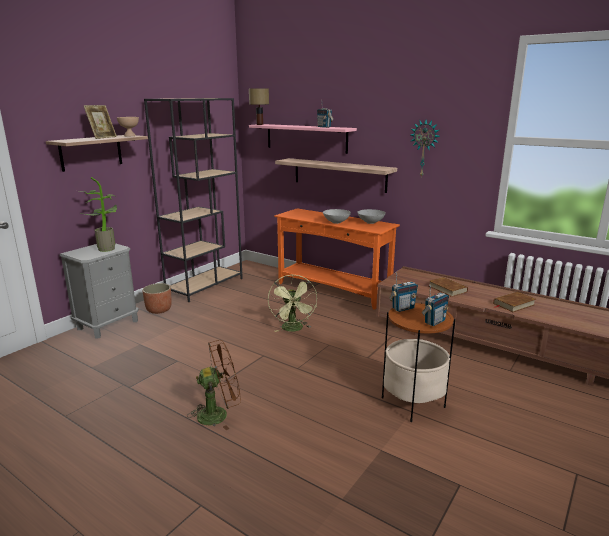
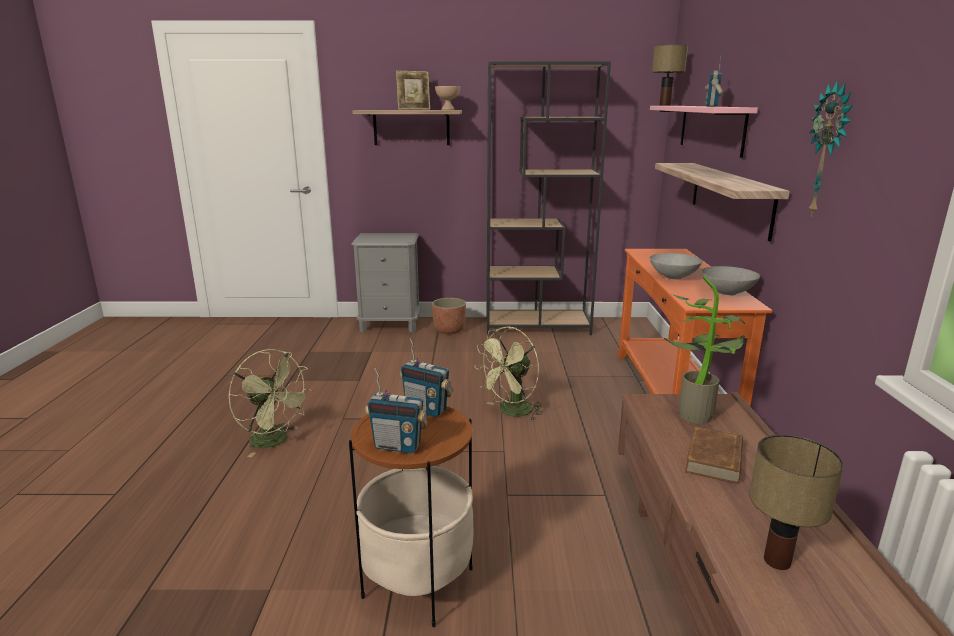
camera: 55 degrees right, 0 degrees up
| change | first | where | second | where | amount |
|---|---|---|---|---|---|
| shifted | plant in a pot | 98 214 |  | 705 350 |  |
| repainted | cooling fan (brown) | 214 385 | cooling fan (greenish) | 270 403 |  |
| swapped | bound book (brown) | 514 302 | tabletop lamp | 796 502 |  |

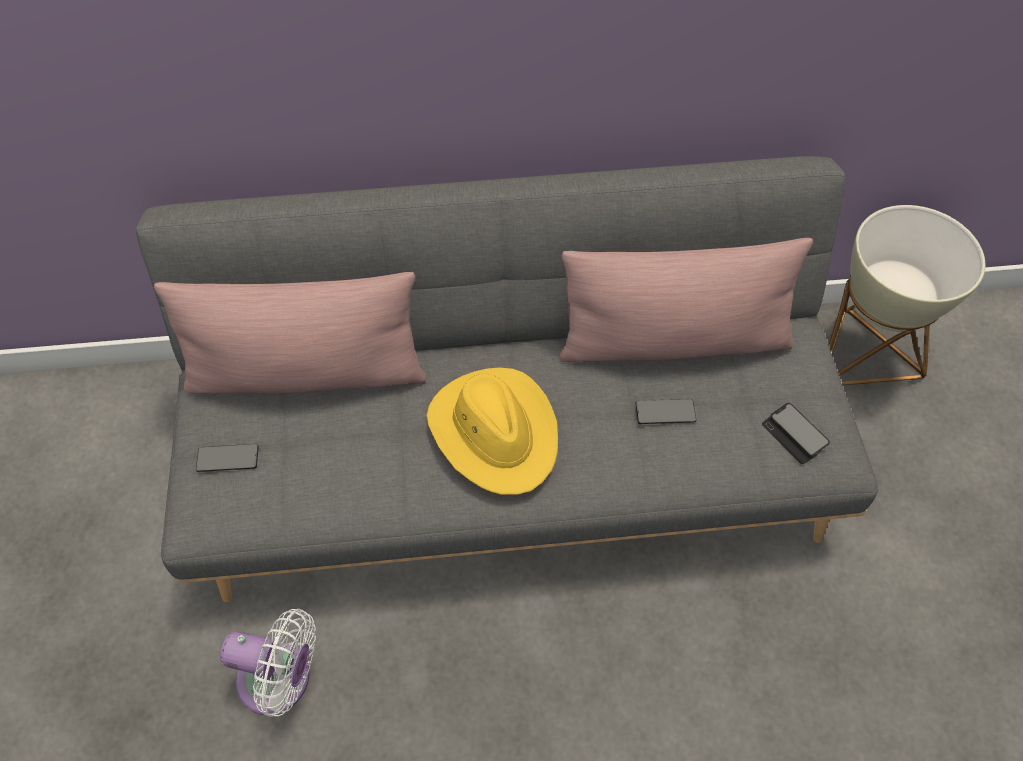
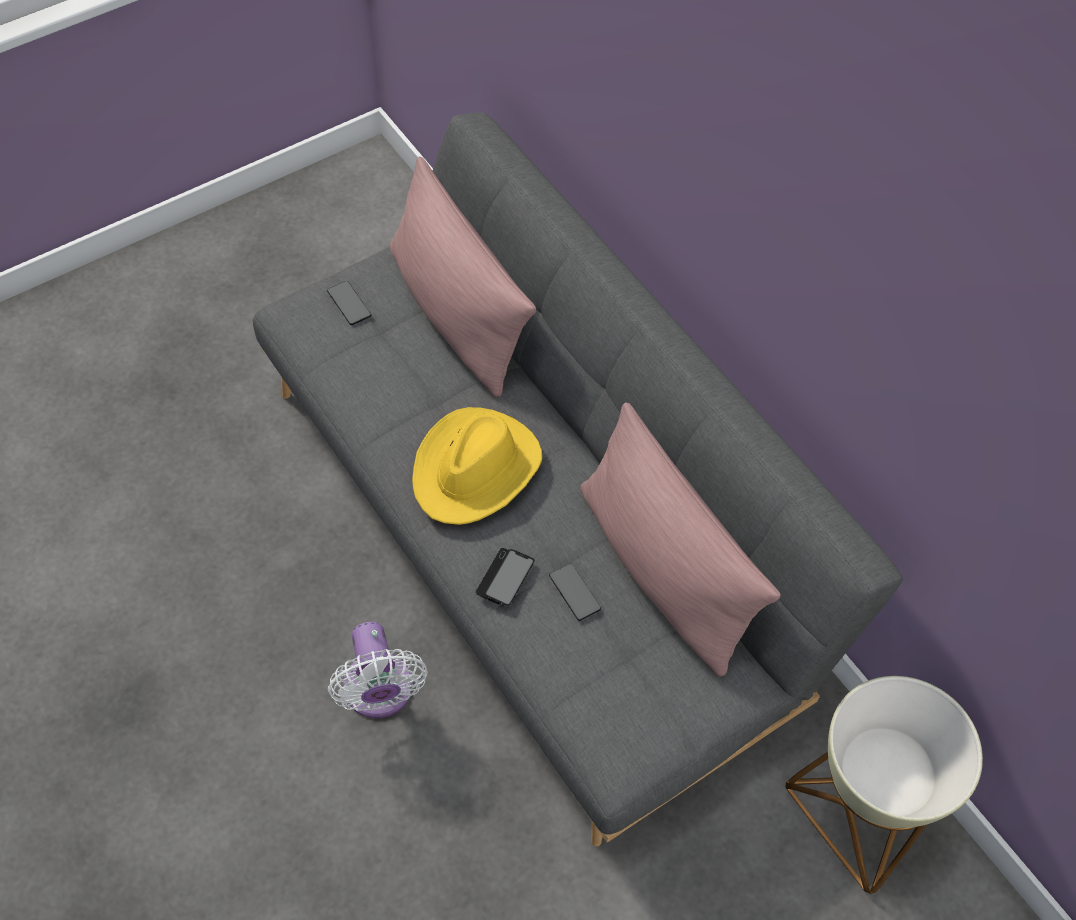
camera: 60 degrees right, 0 degrees up
| change | first | where | second | where | amount |
|---|---|---|---|---|---|
| shifted | cooling fan (whitish) | 268 663 |  | 378 670 |  |
| shifted | handset | 796 433 |  | 505 577 |  |

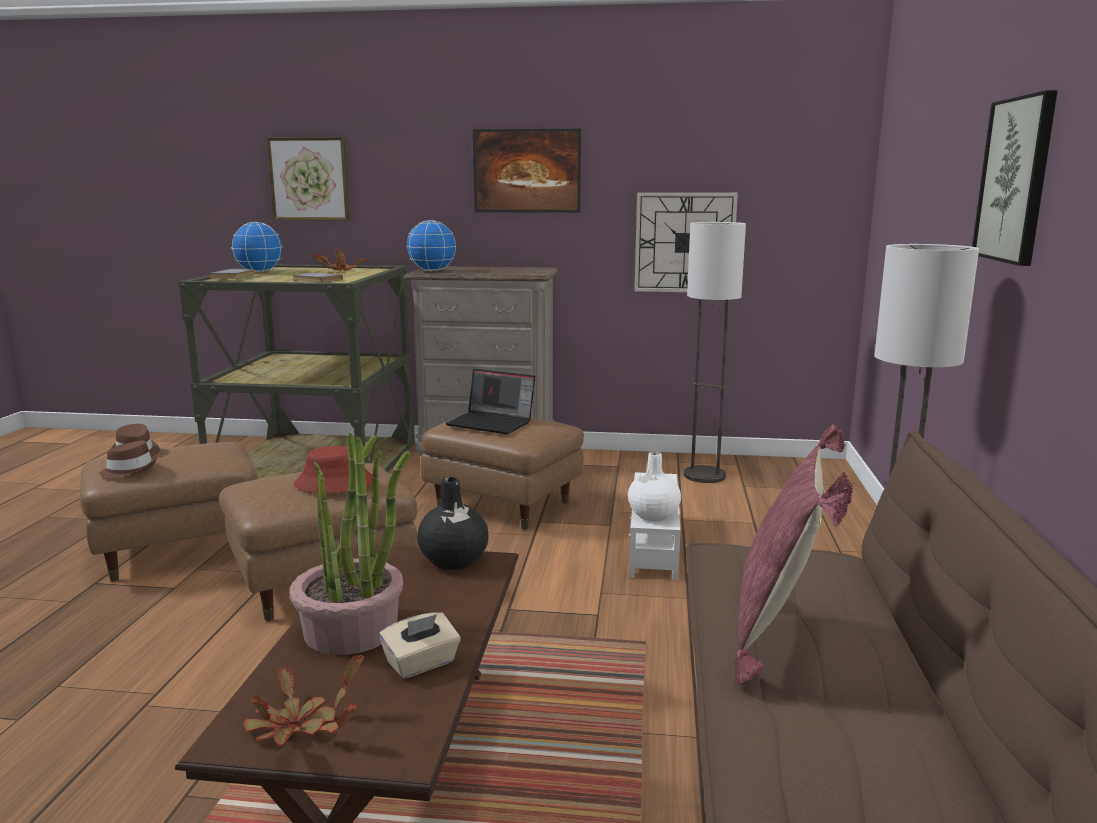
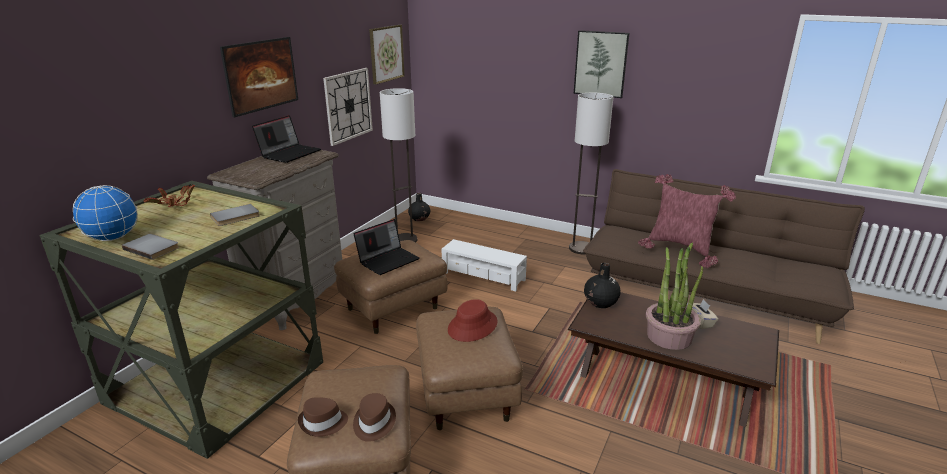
camera: 70 degrees left, 10 degrees up
| change | first | where | second | where | amount |
|---|---|---|---|---|---|
| gone | plant in a pot | 303 700 |  |  |  |
| shifted | picture | 308 178 |  | 387 55 |  |
| gone | world globe | 431 245 |  |  |  |
| gone | flower vase (whitish) | 654 486 |  |  |  |
| new |  |  | laptop | 286 139 |  |
| new |  |  | flower vase (black) | 419 207 |  |

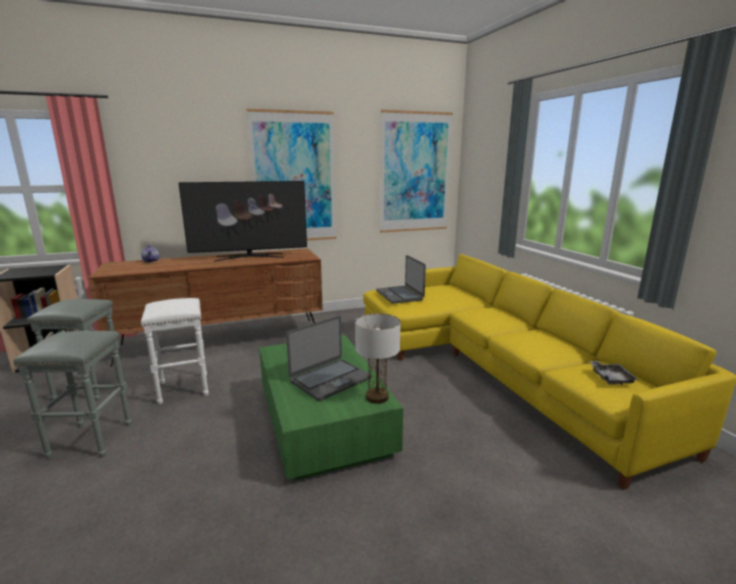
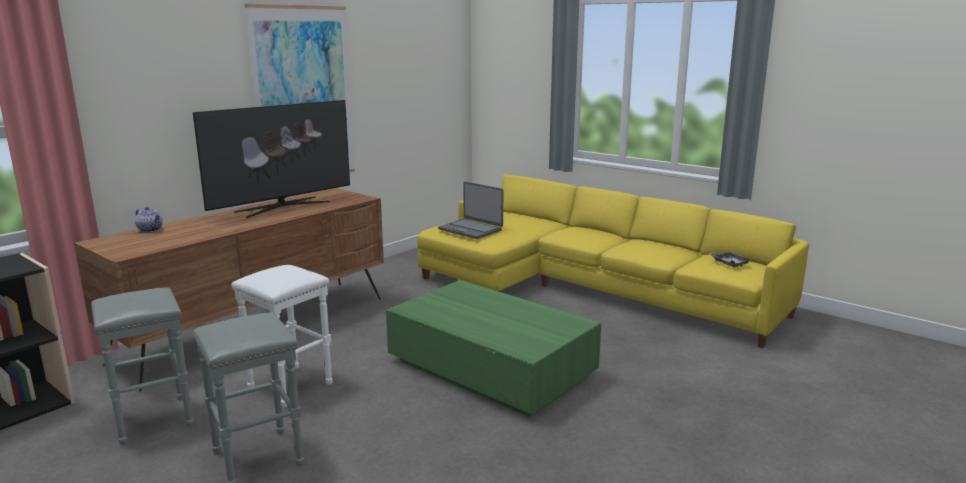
camera: 30 degrees left, 0 degrees up
| change | first | where | second | where | amount |
|---|---|---|---|---|---|
| gone | laptop | 328 358 |  |  |  |
| gone | tabletop lamp | 378 358 |  |  |  |
| gone | picture | 416 171 |  |  |  |

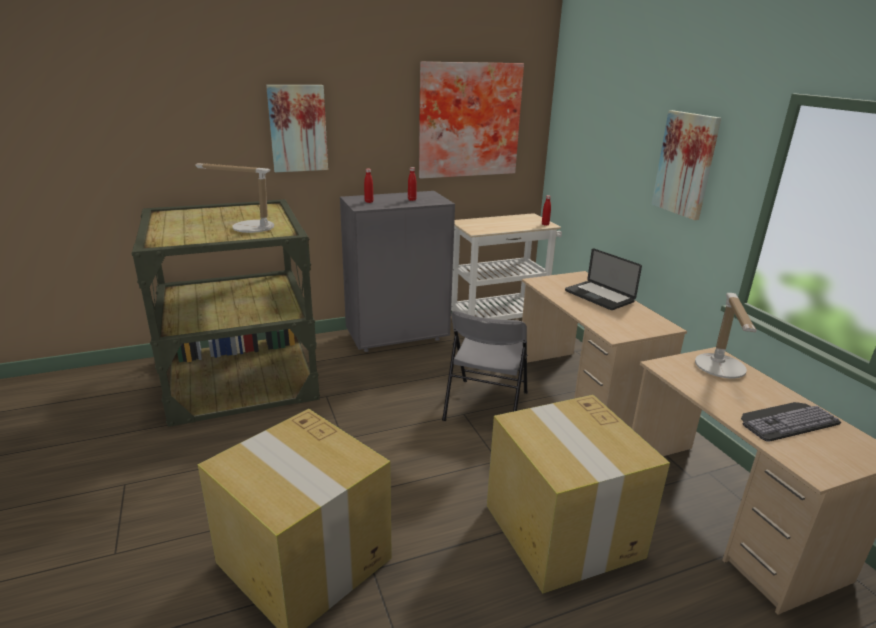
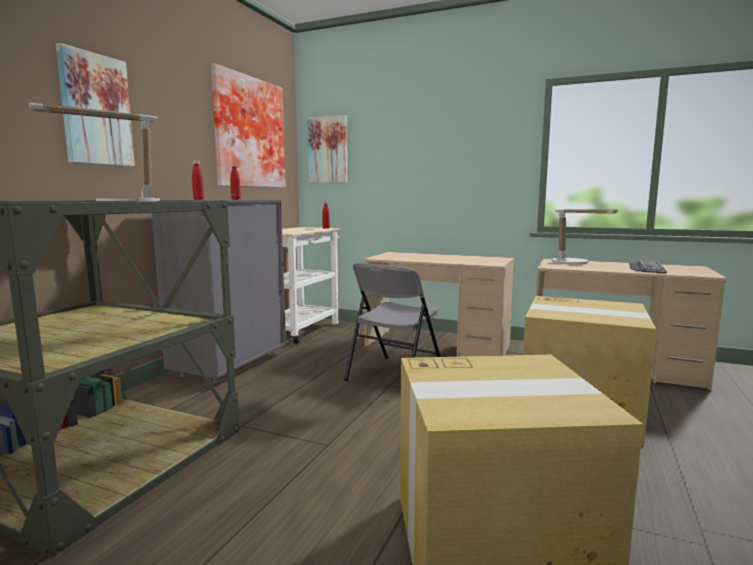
camera: 45 degrees left, 15 degrees down
| change | first | where | second | where | amount |
|---|---|---|---|---|---|
| rotated | plain chair (grey) | 485 366 |  | 392 322 | 60 degrees clockwise |
| gone | laptop | 603 279 |  |  |  |
| shifted | picture | 686 165 |  | 327 149 |  |

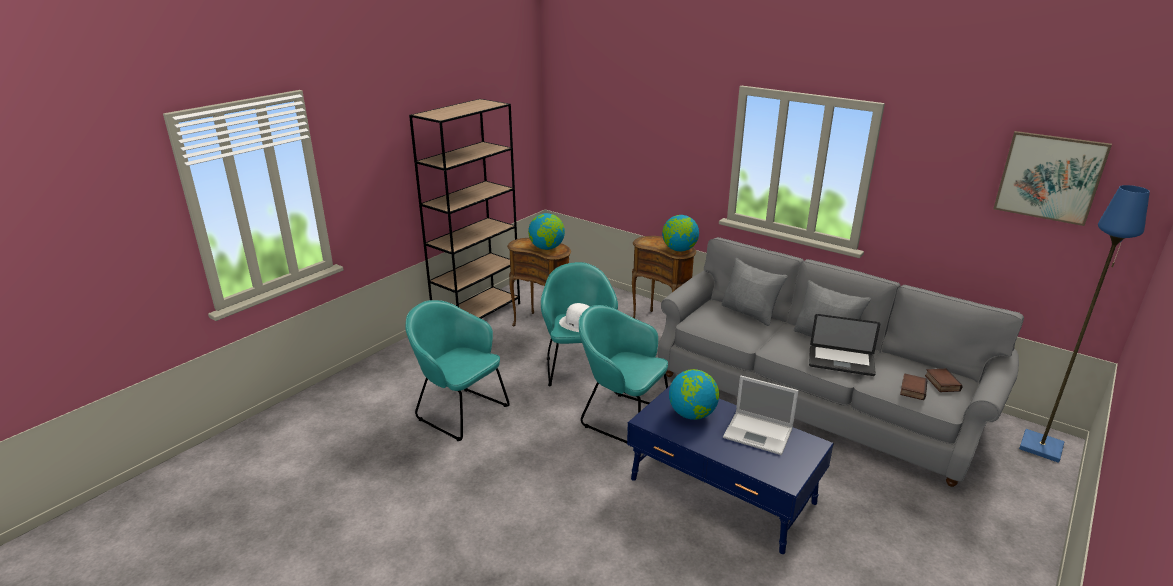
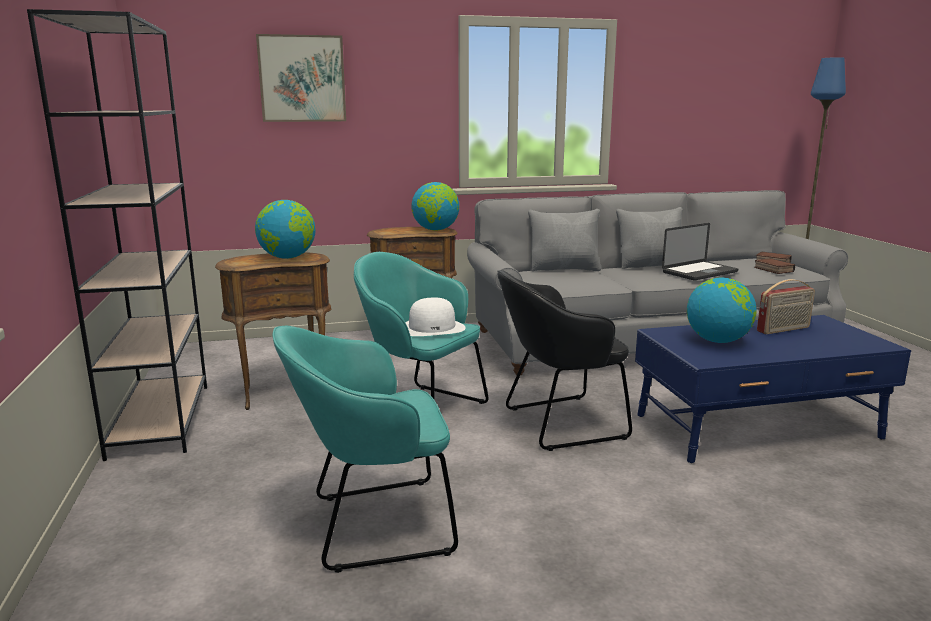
camera: 50 degrees left, 10 degrees down
| change | first | where | second | where | amount |
|---|---|---|---|---|---|
| repainted | lounge chair (turquoise-coloured) | 623 374 | lounge chair (black) | 565 360 |  |
| swapped | laptop | 761 415 | radio | 786 306 |  |
| shifted | picture | 1052 178 |  | 301 78 |  |

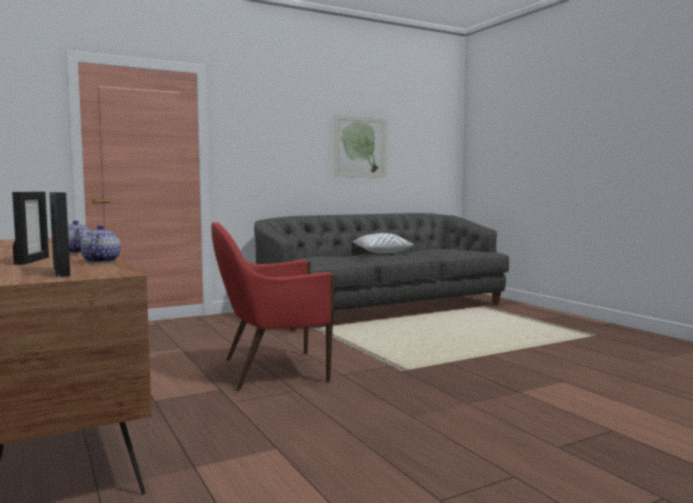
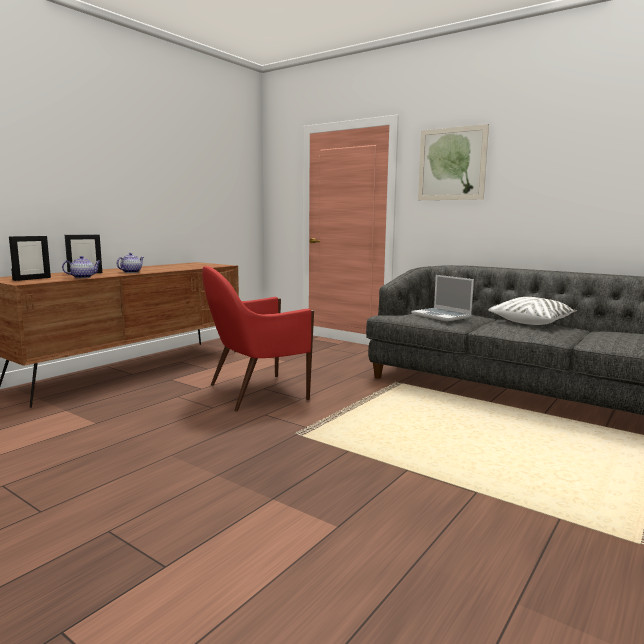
camera: 65 degrees right, 5 degrees up
| change | first | where | second | where | amount |
|---|---|---|---|---|---|
| rotated | lounge chair (reddish) | 273 306 |  | 258 339 | 75 degrees counterclockwise |
| shifted | picture | 360 146 |  | 453 162 |  |
| new |  |  | laptop | 442 298 |  |

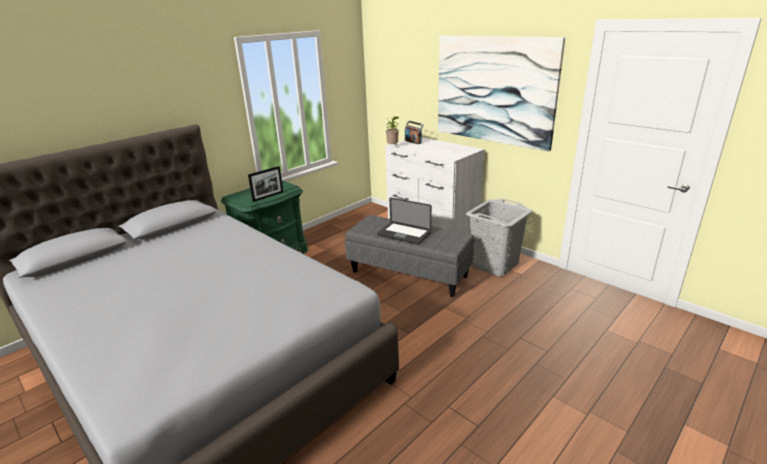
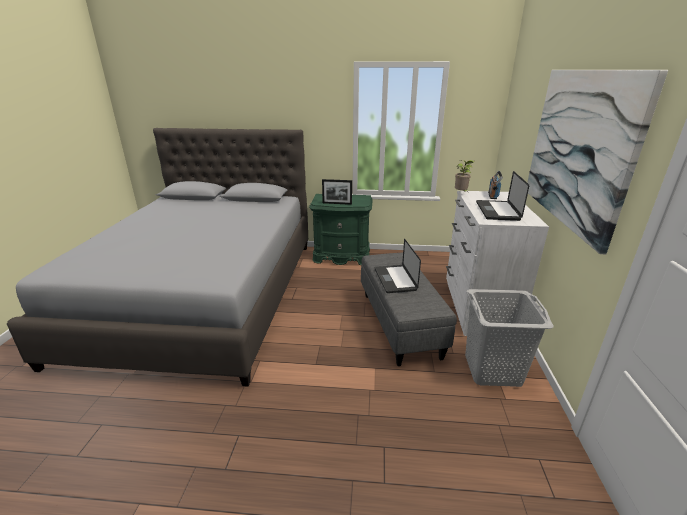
camera: 50 degrees right, 0 degrees up
| change | first | where | second | where | amount |
|---|---|---|---|---|---|
| new |  |  | laptop | 502 196 |  |

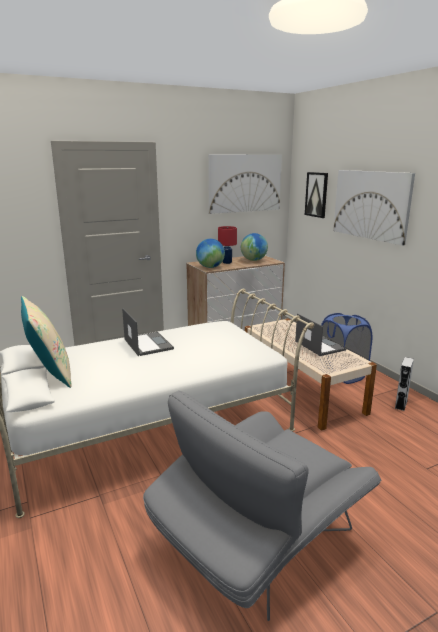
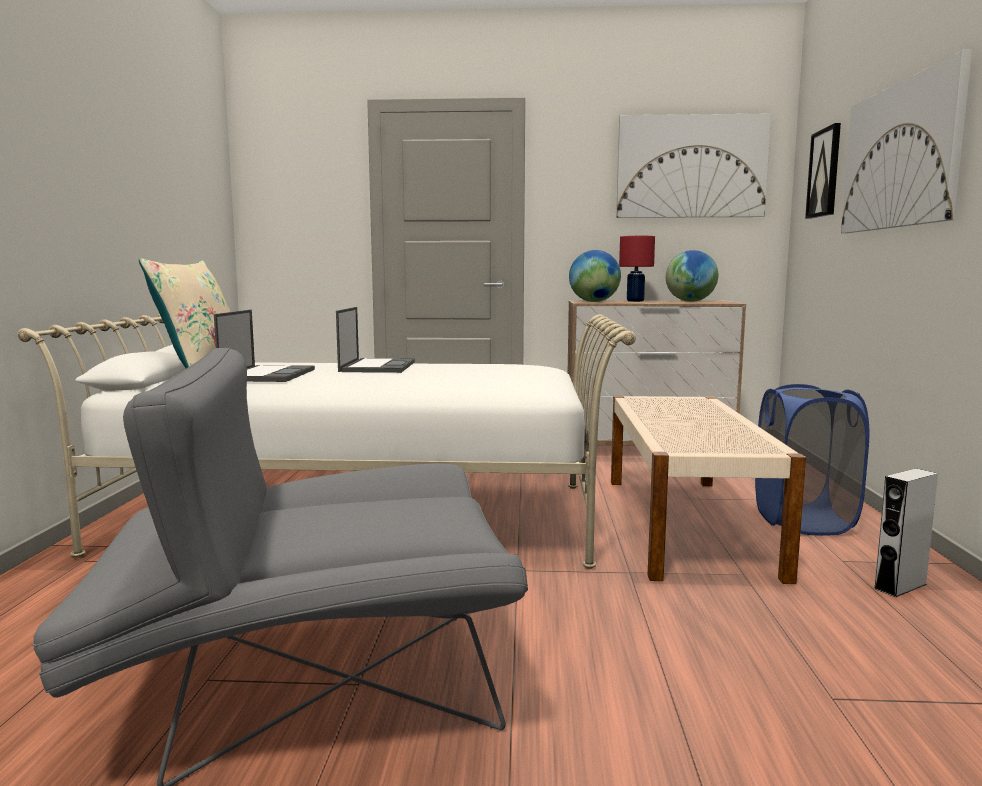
camera: 30 degrees right, 10 degrees down
| change | first | where | second | where | amount |
|---|---|---|---|---|---|
| shifted | laptop | 320 335 |  | 264 346 |  |

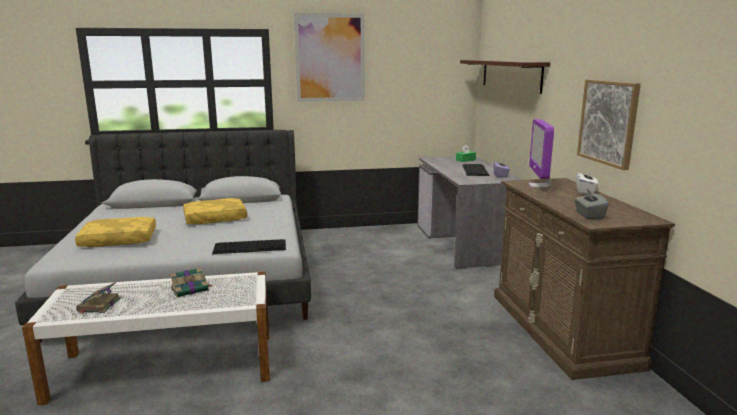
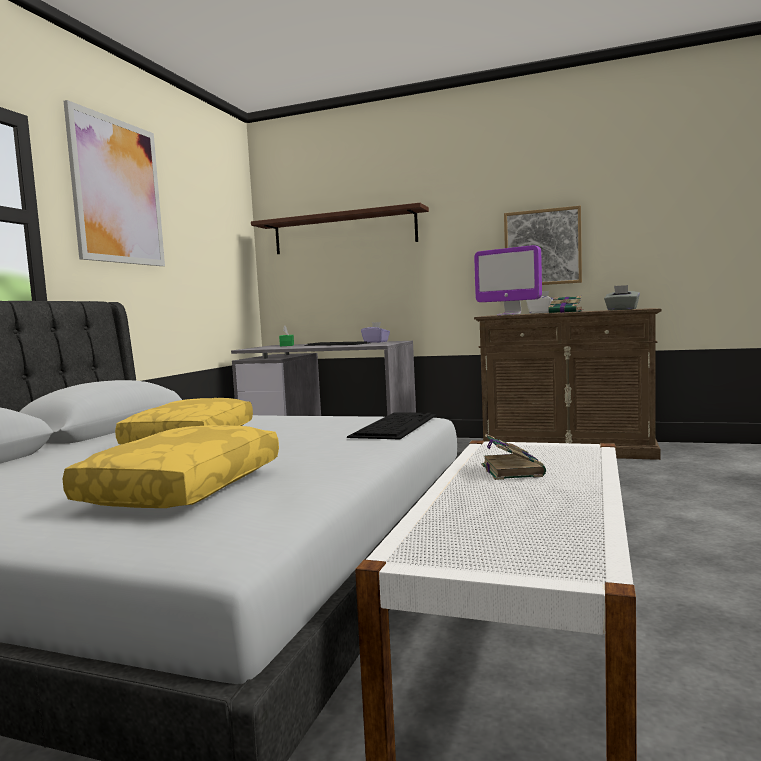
camera: 60 degrees left, 10 degrees down
| change | first | where | second | where | amount |
|---|---|---|---|---|---|
| shifted | bound book | 98 298 |  | 565 304 |  |

